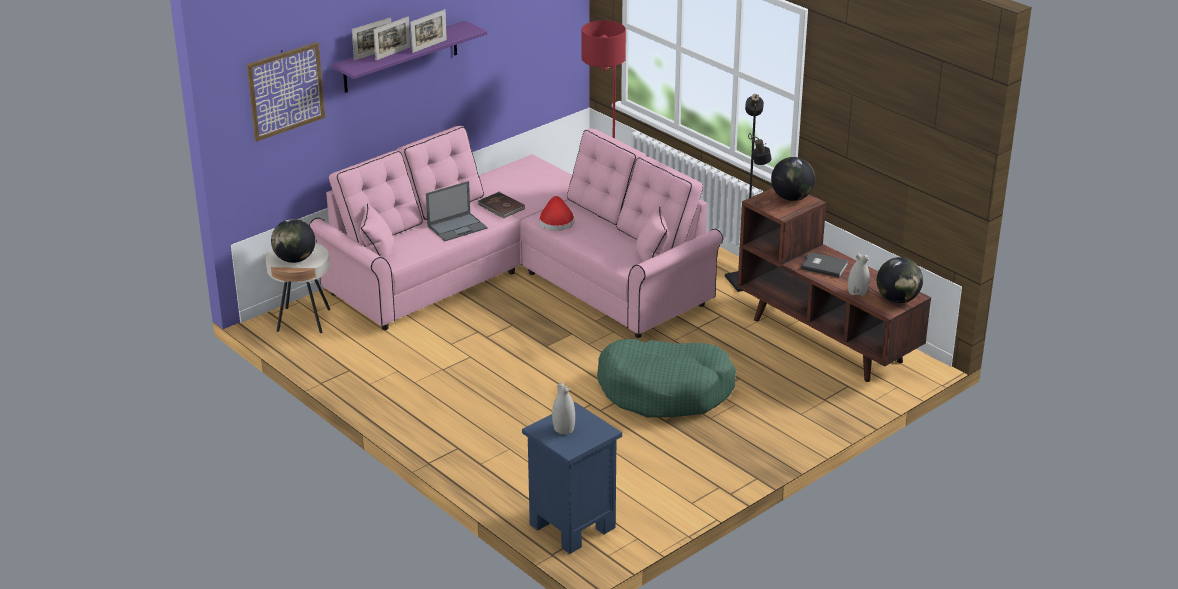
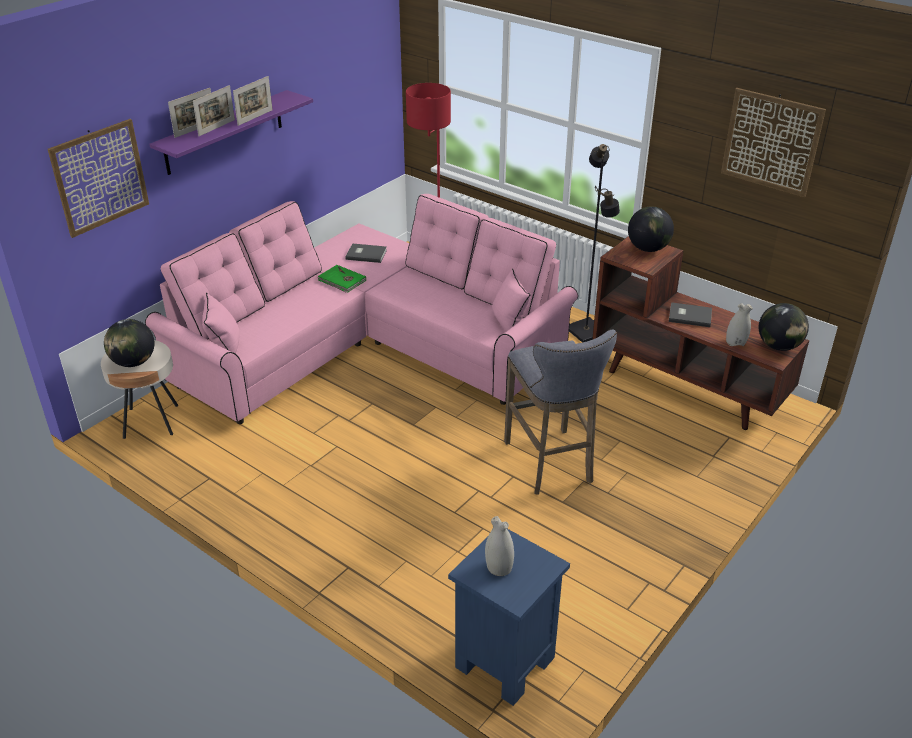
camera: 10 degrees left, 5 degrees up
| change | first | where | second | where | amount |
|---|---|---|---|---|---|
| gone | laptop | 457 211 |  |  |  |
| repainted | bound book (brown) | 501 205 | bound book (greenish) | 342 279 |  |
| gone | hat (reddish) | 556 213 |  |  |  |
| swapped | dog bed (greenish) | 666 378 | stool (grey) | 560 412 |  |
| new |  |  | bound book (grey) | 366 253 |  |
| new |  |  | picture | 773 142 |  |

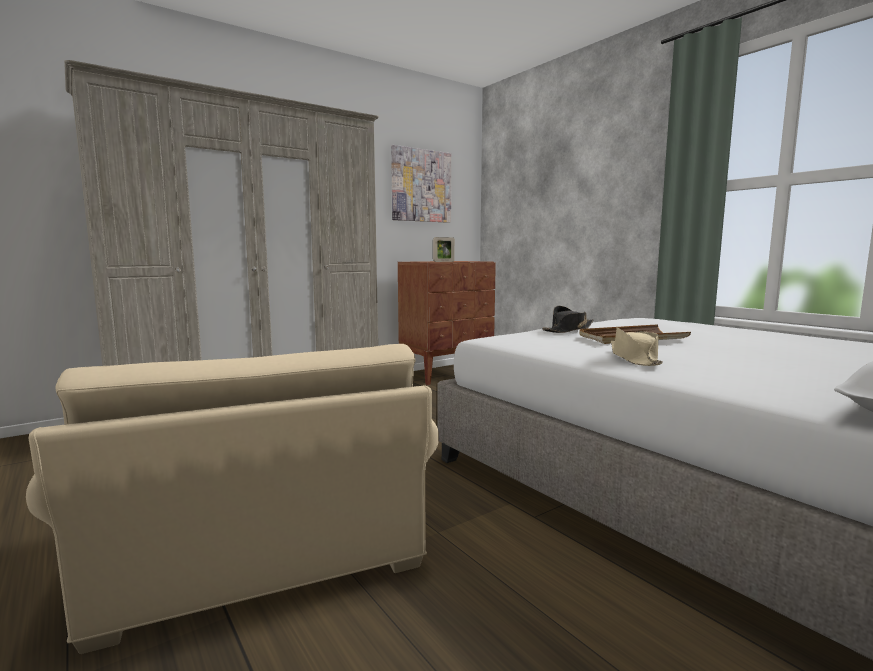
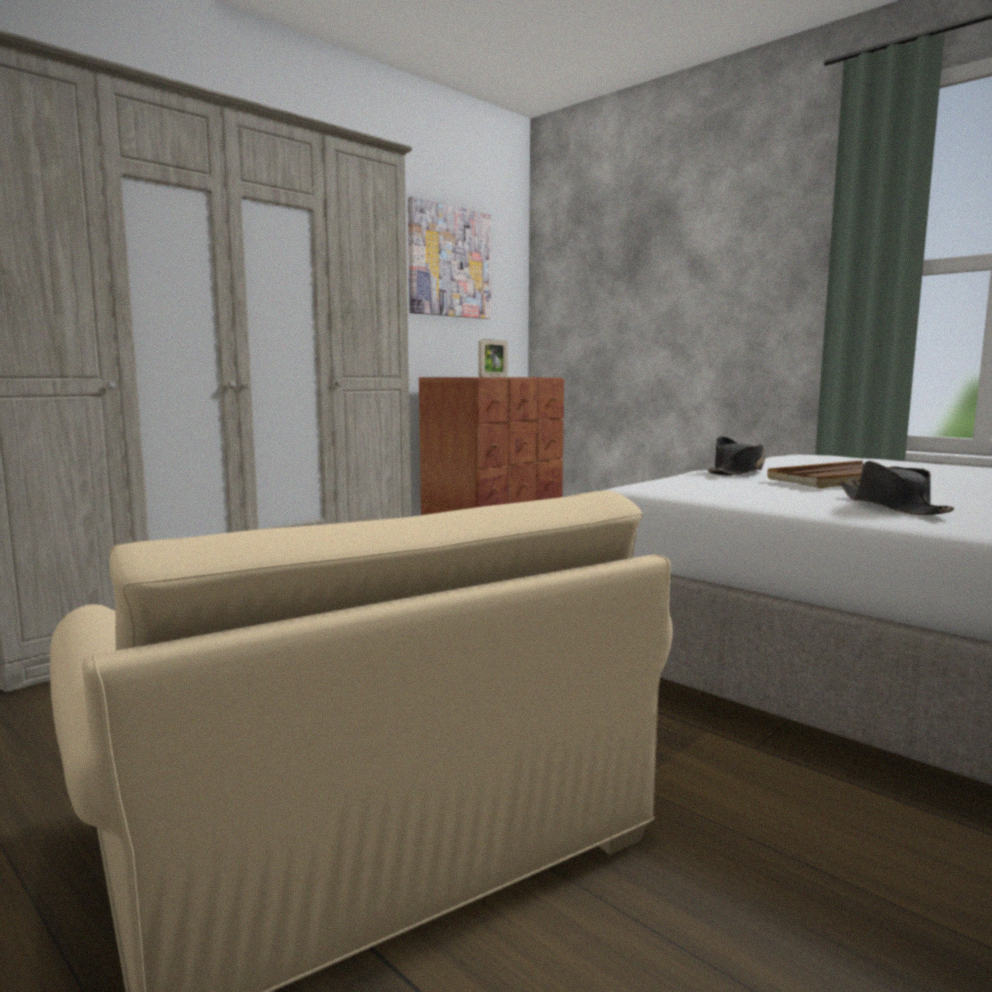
camera: 10 degrees left, 0 degrees up
| change | first | where | second | where | amount |
|---|---|---|---|---|---|
| repainted | hat (beige-coloured) | 637 346 | hat (black) | 897 488 |  |

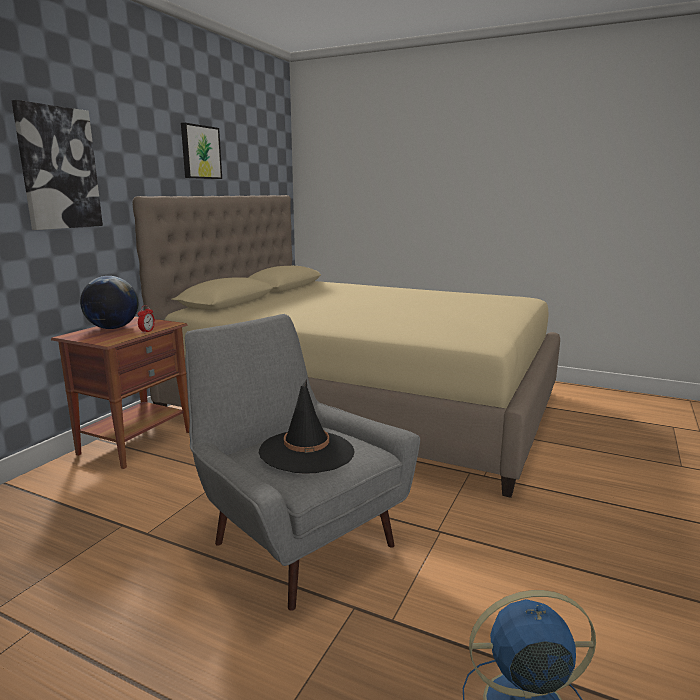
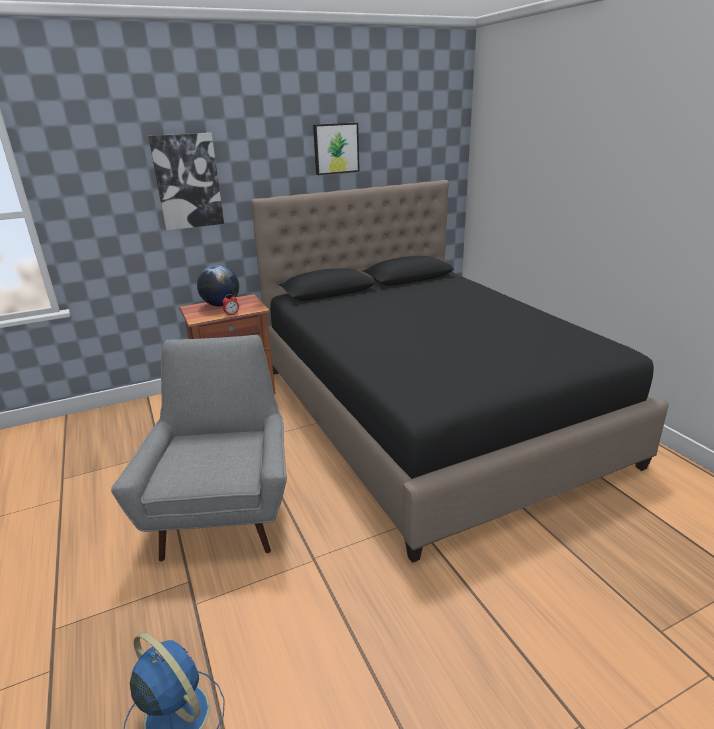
camera: 40 degrees right, 10 degrees up
| change | first | where | second | where | amount |
|---|---|---|---|---|---|
| repainted | sleeping bed (beige-coloured) | 346 346 | sleeping bed (black) | 460 371 |  |
| gone | hat (black) | 306 426 |  |  |  |

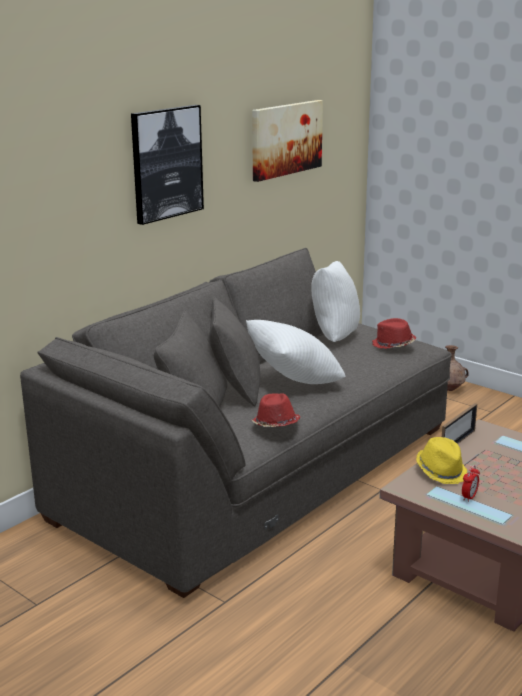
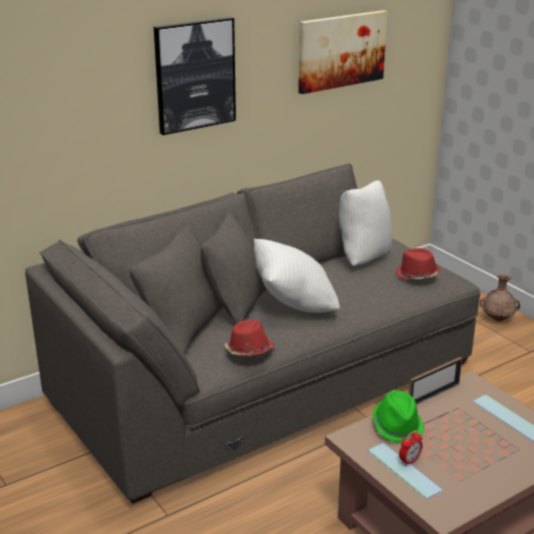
camera: 15 degrees right, 5 degrees up
| change | first | where | second | where | amount |
|---|---|---|---|---|---|
| repainted | hat (yellow-coloured) | 441 460 | hat (greenish) | 399 417 |  |

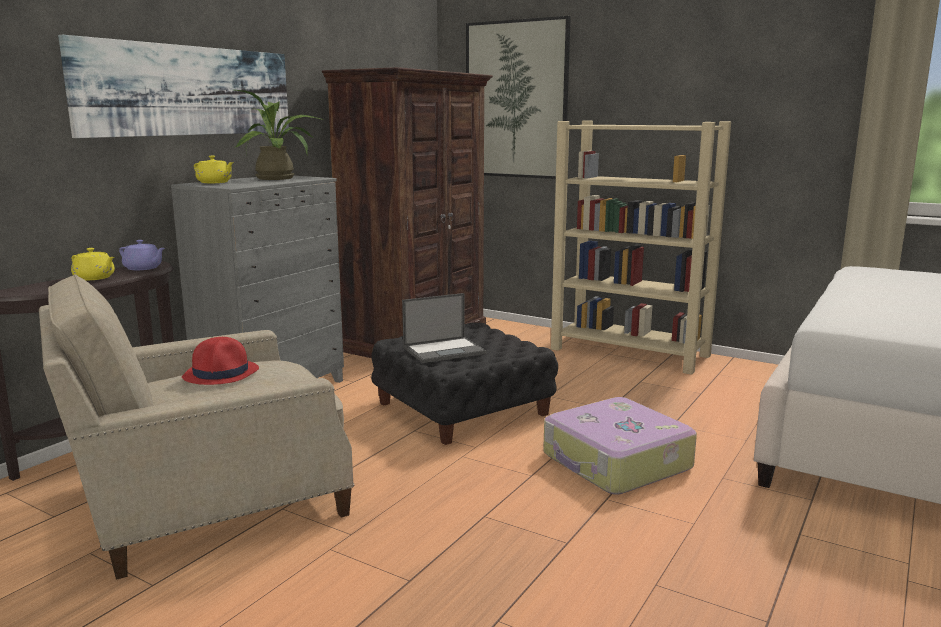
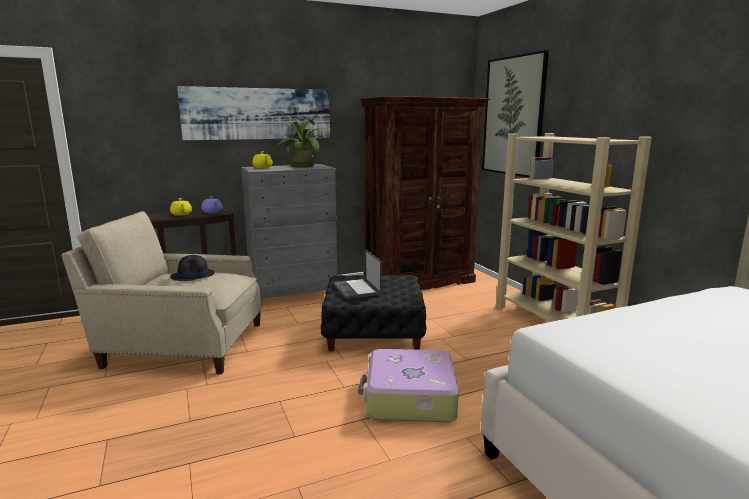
camera: 35 degrees right, 0 degrees up
| change | first | where | second | where | amount |
|---|---|---|---|---|---|
| repainted | hat (reddish) | 220 361 | hat (black) | 192 268 |  |
| rotated | laptop | 444 328 |  | 357 274 | 60 degrees clockwise |

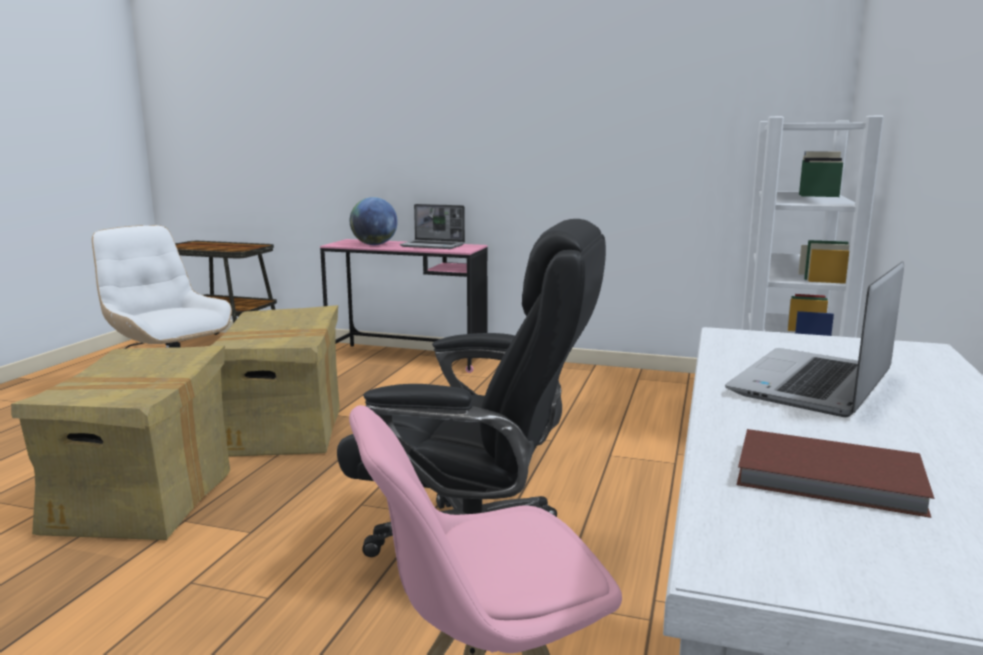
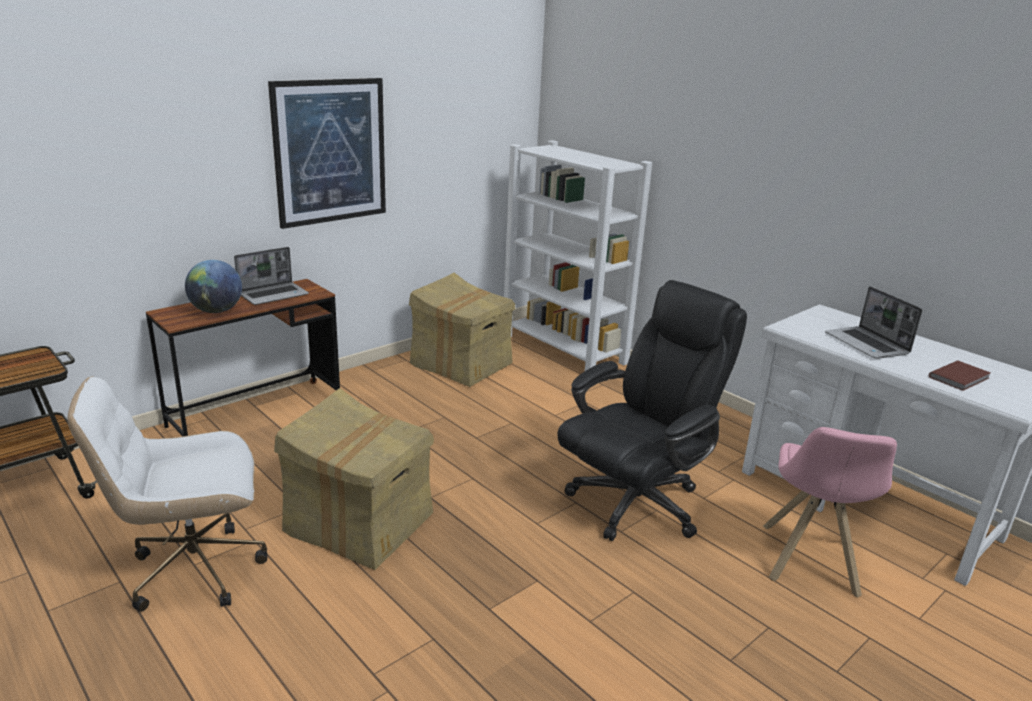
camera: 60 degrees left, 10 degrees up
| change | first | where | second | where | amount |
|---|---|---|---|---|---|
| shifted | packing box | 120 442 |  | 462 330 |  |
| repainted | desk unit (pink) | 404 306 | desk unit (brown) | 243 357 |  |
| new |  |  | picture | 327 153 |  |

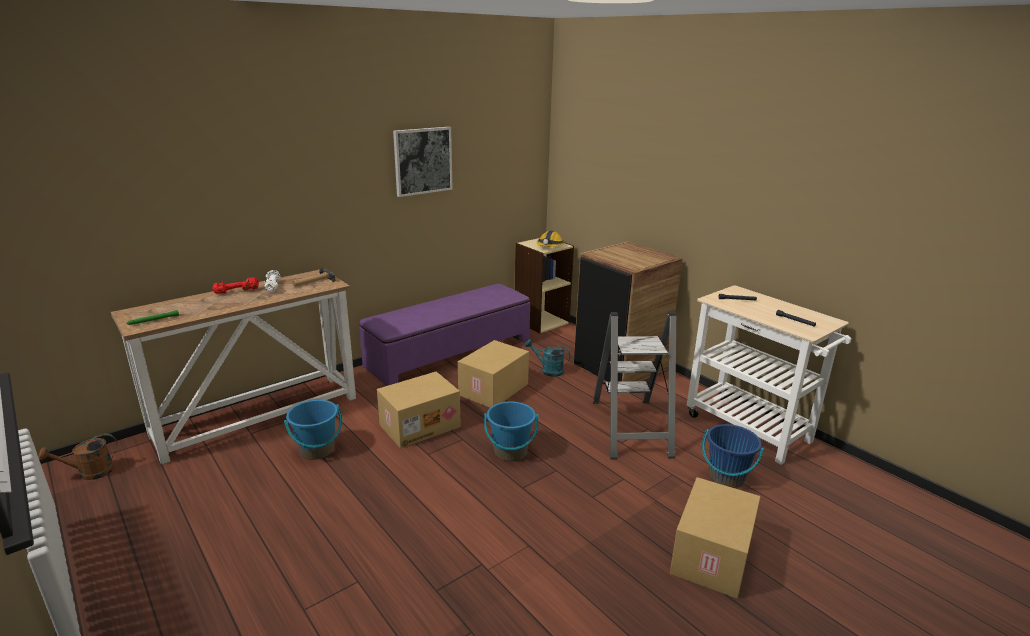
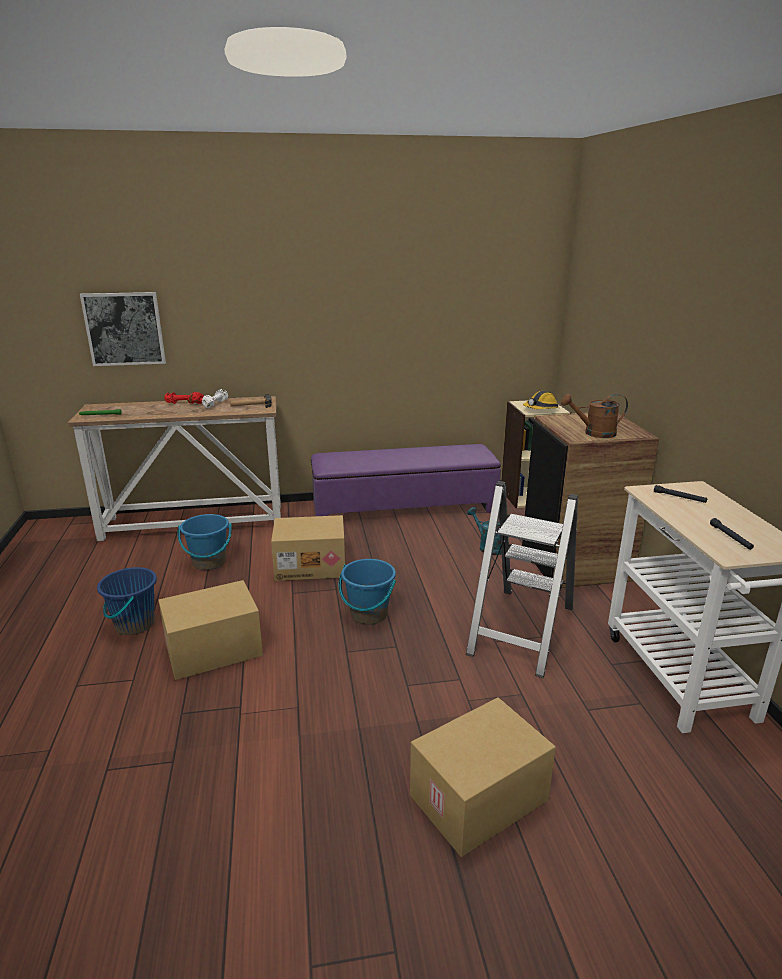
camera: 30 degrees right, 0 degrees up
| change | first | where | second | where | amount |
|---|---|---|---|---|---|
| shifted | sprinkling can (brown) | 77 456 |  | 594 416 |  |
| shifted | picture | 423 162 |  | 123 329 |  |
| shifted | packing box | 493 374 |  | 210 630 |  |
| shifted | bucket (bluish) | 733 456 |  | 127 601 |  |

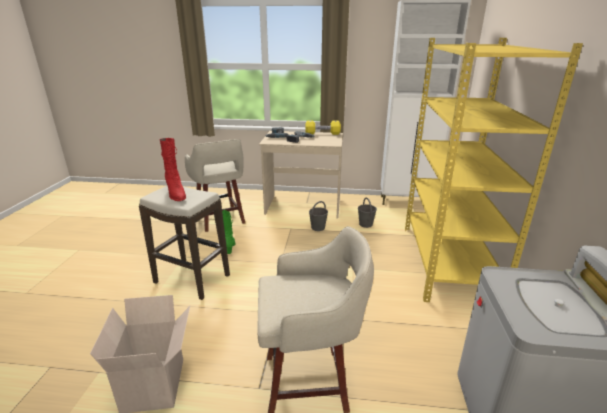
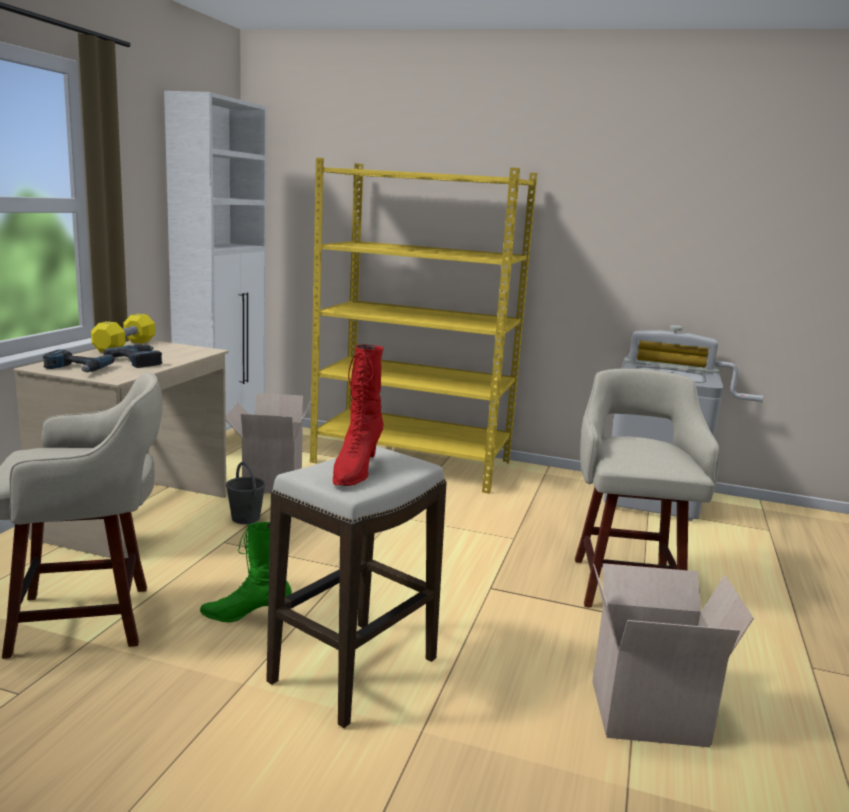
camera: 80 degrees left, 10 degrees down
| change | first | where | second | where | amount |
|---|---|---|---|---|---|
| rotated | high-top boot (reddish) | 173 169 |  | 358 415 | 120 degrees clockwise |
| swapped | bucket (grey) | 367 213 | packing box | 268 443 |  |

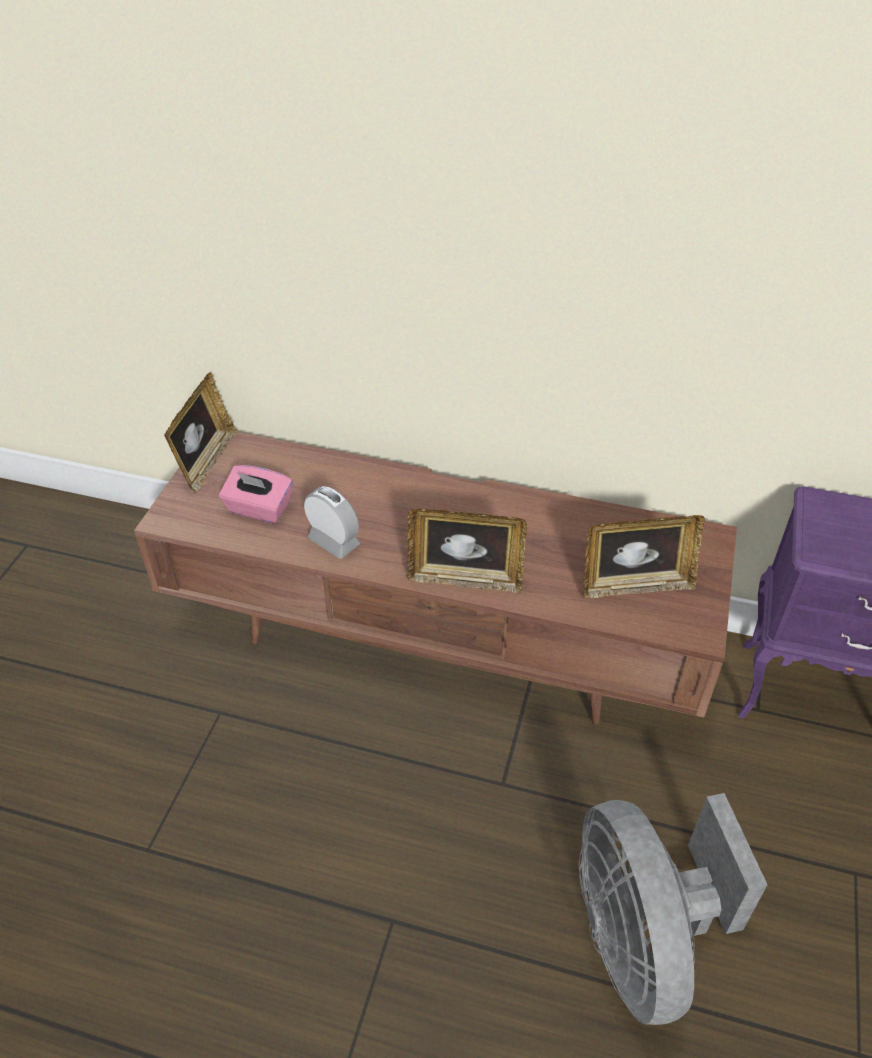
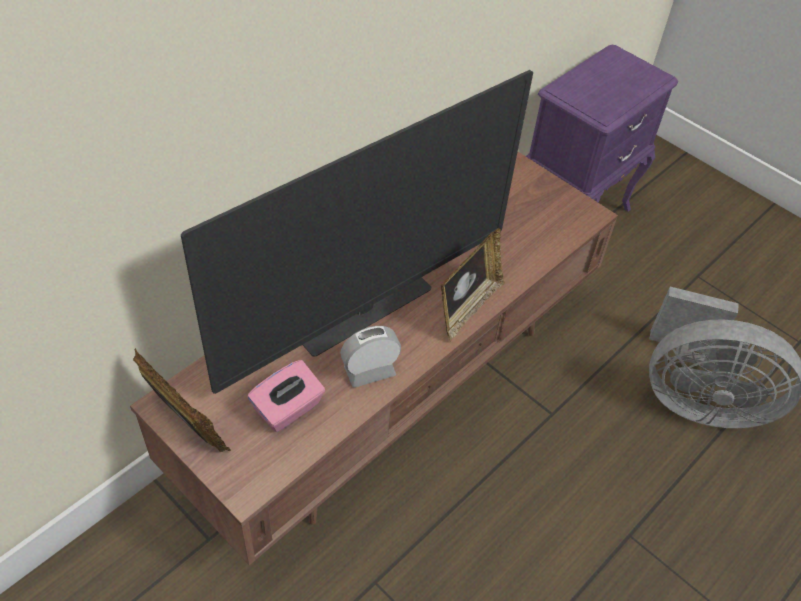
camera: 65 degrees left, 5 degrees up
| change | first | where | second | where | amount |
|---|---|---|---|---|---|
| gone | standing frame | 644 557 |  |  |  |
| new |  |  | television | 357 232 |  |

